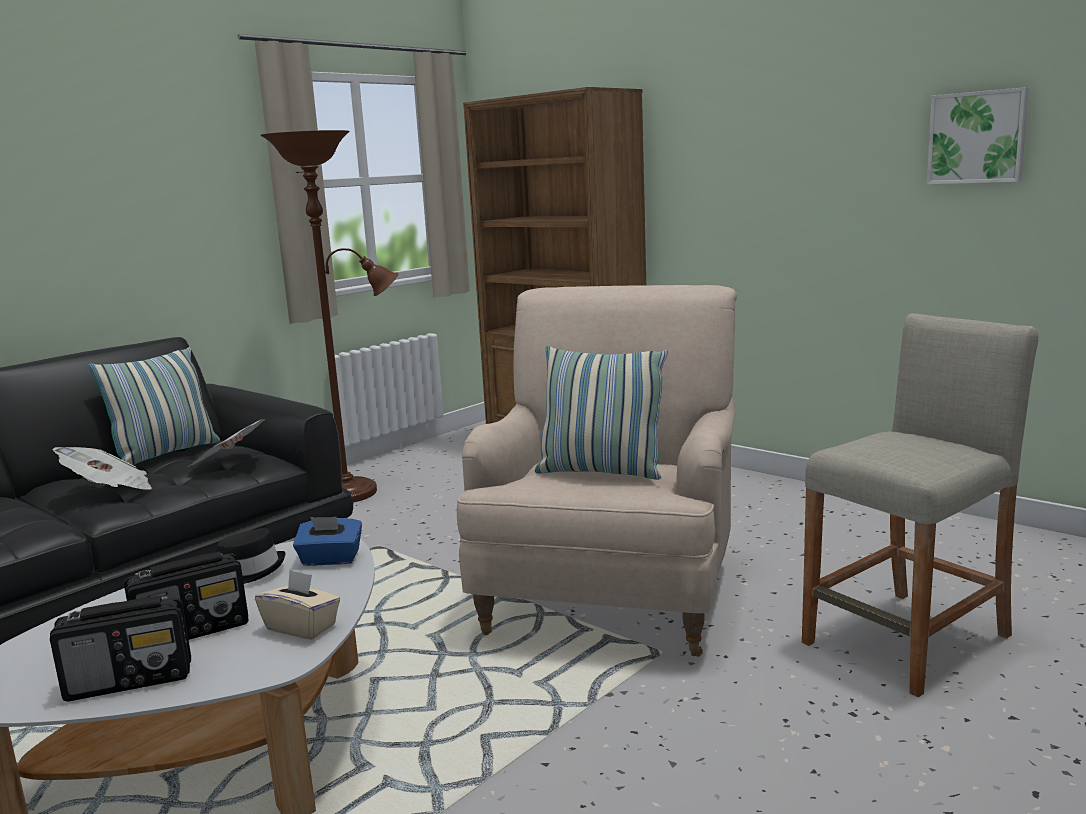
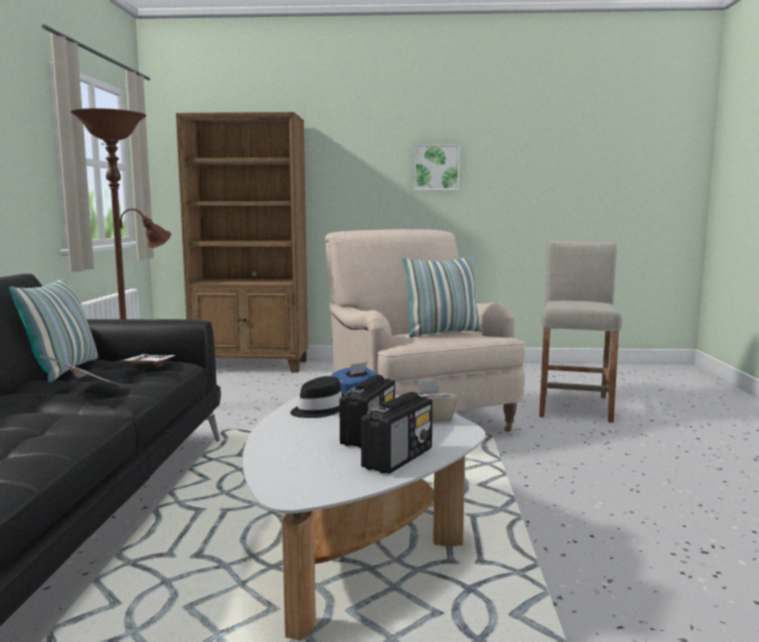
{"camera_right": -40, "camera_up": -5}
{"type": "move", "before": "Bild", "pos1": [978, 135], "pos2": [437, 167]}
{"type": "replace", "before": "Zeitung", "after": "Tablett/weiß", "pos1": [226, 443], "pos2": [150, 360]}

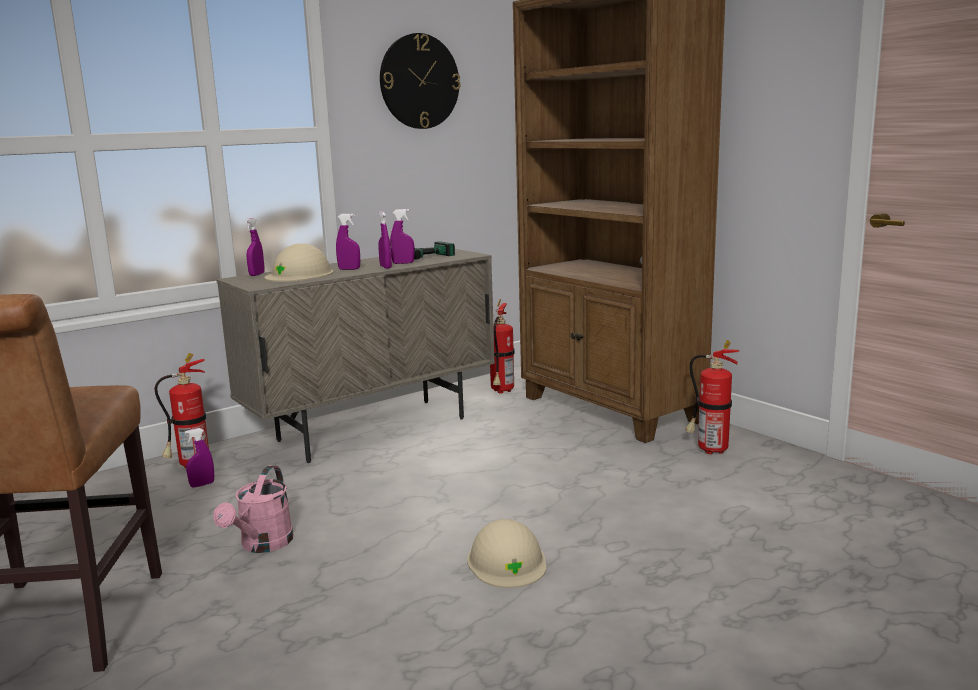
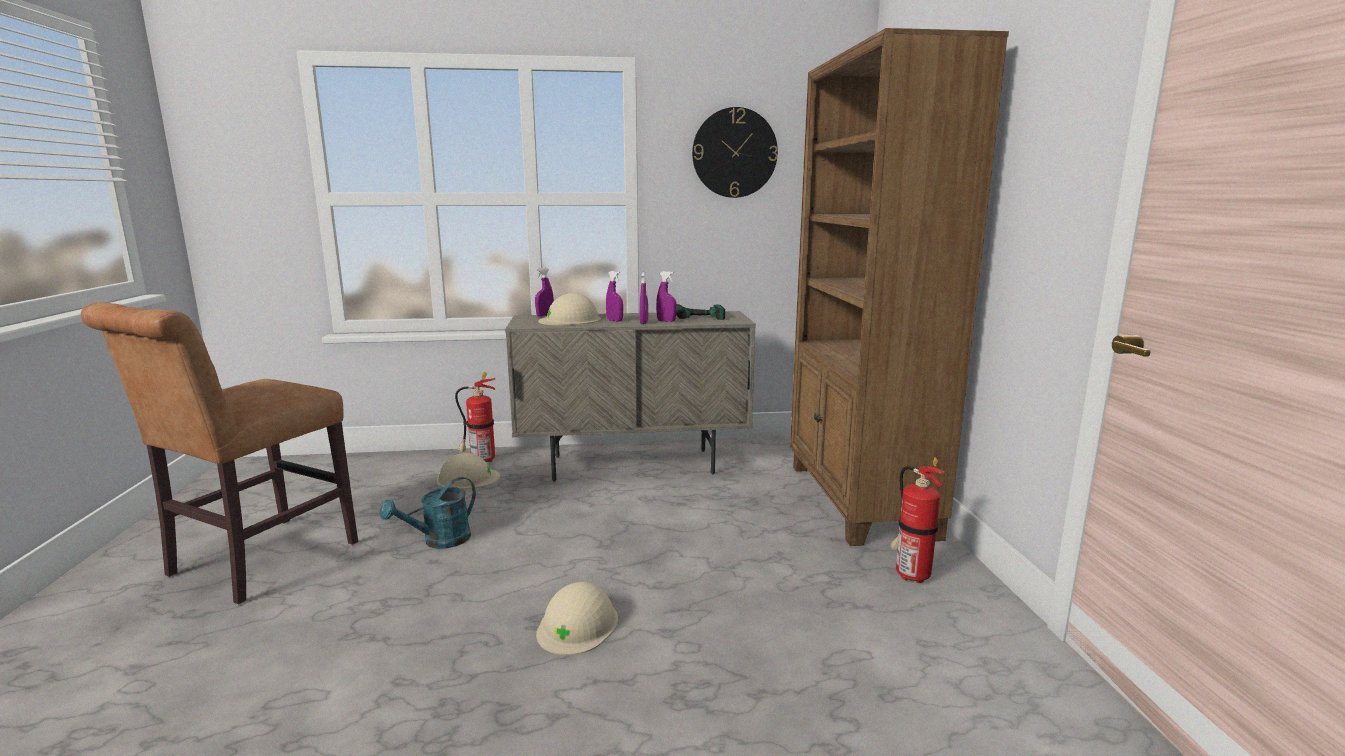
{"camera_right": 30, "camera_up": 0}
{"type": "delete", "before": "Feuerlöscher", "pos1": [502, 346]}
{"type": "replace", "before": "Sprühflasche/lila", "after": "Schutzhelm/beige", "pos1": [199, 458], "pos2": [468, 471]}
{"type": "recolor", "before": "Gießkanne/rosa", "after": "Gießkanne/türkis", "pos1": [253, 509], "pos2": [428, 513]}

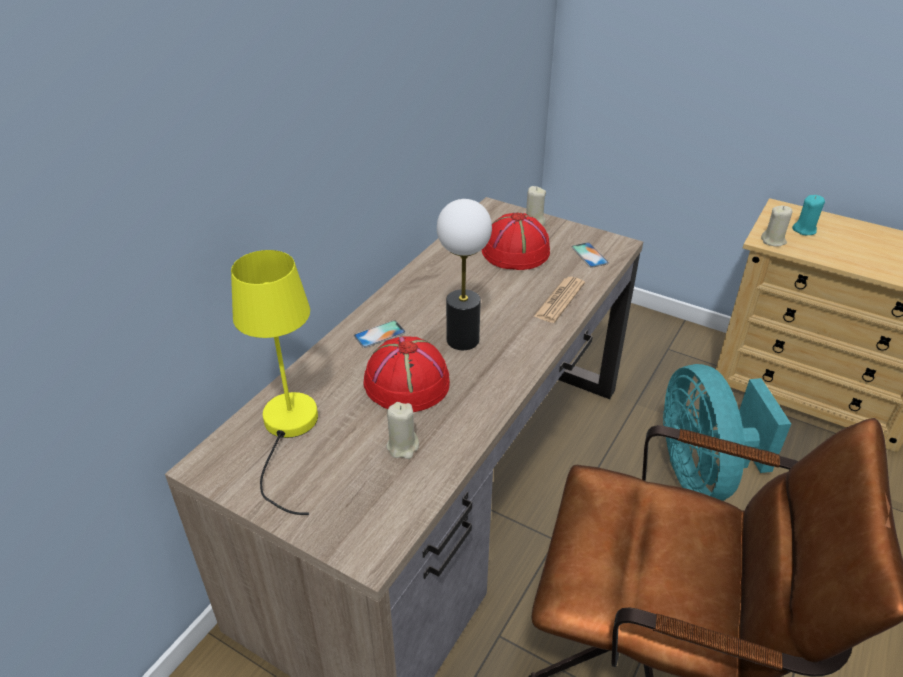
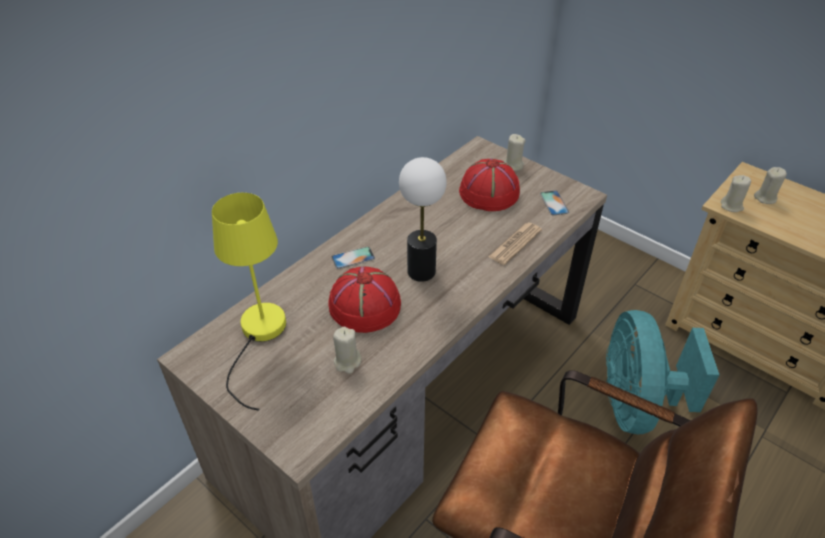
{"camera_right": 10, "camera_up": 5}
{"type": "recolor", "before": "Kerze/türkis", "after": "Kerze/beige", "pos1": [808, 215], "pos2": [770, 185]}

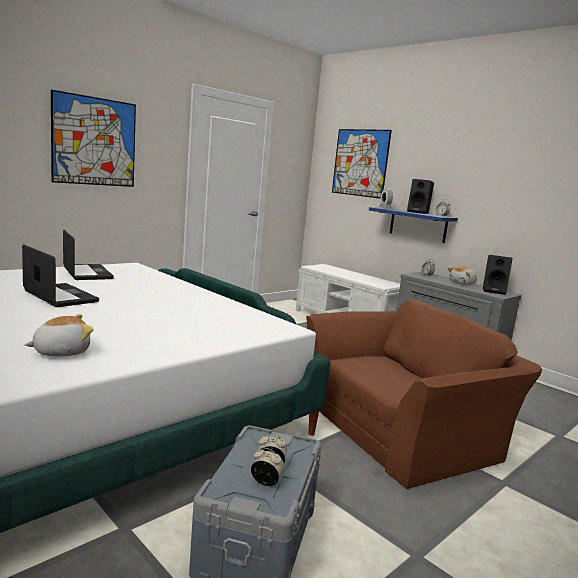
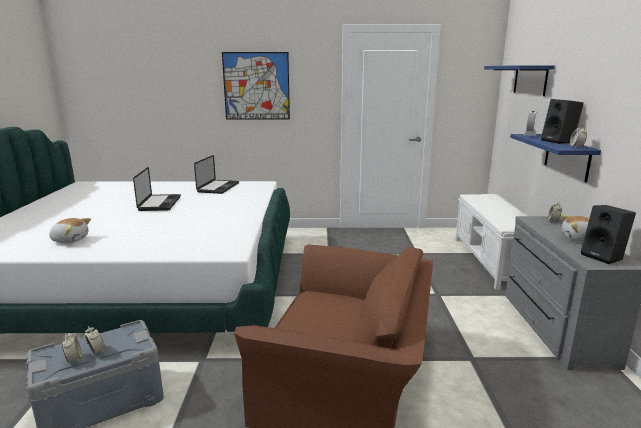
{"camera_right": 45, "camera_up": 5}
{"type": "replace", "before": "Bild", "after": "Wandregal/blau", "pos1": [362, 164], "pos2": [519, 80]}

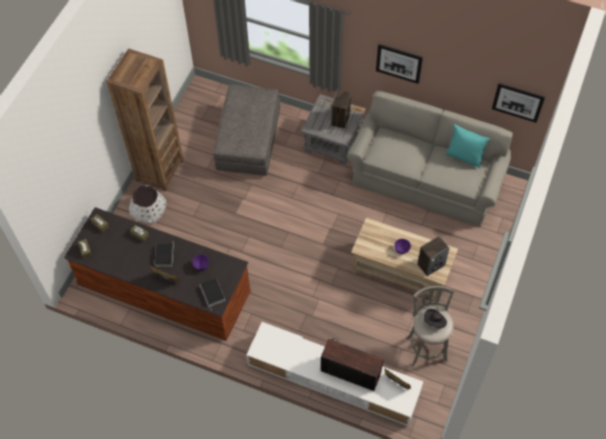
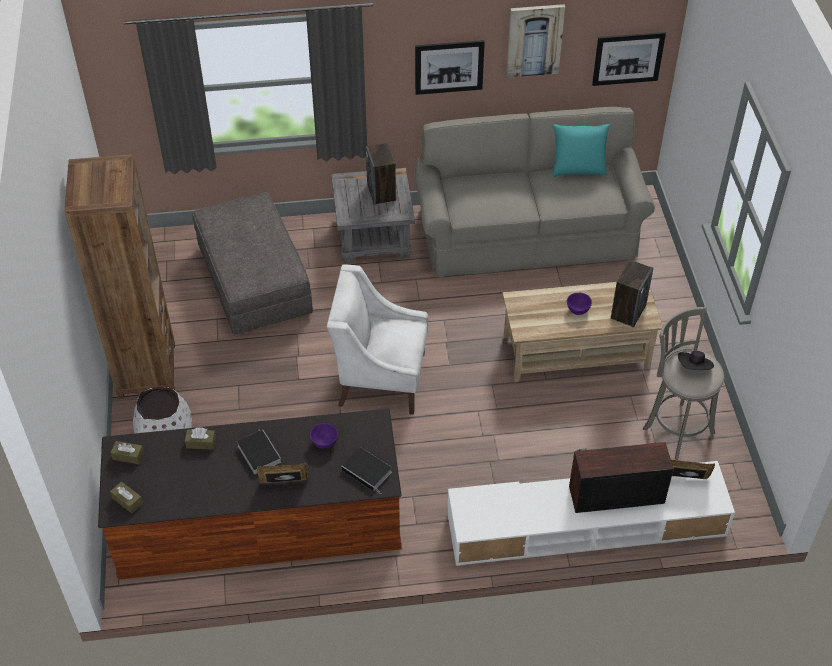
{"camera_right": -30, "camera_up": -10}
{"type": "insert", "after": "Sessel/weiß", "pos2": [377, 339]}
{"type": "insert", "after": "Bild", "pos2": [535, 41]}

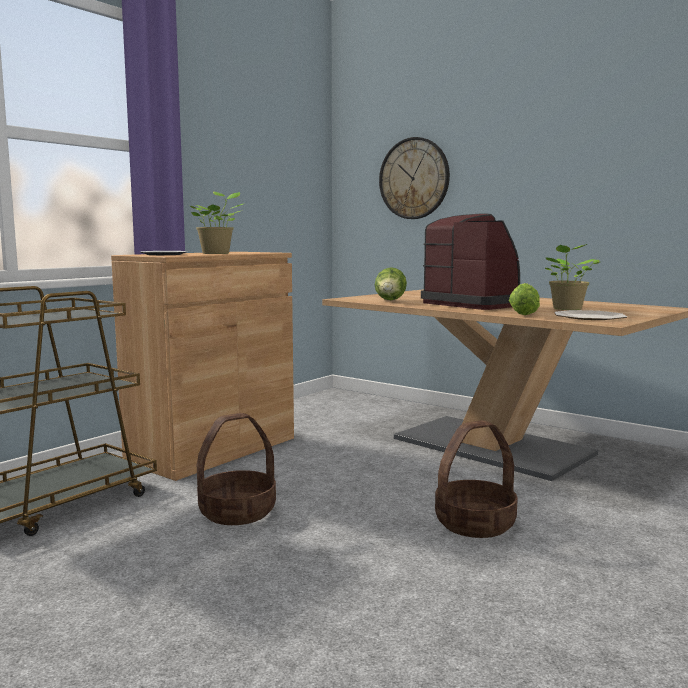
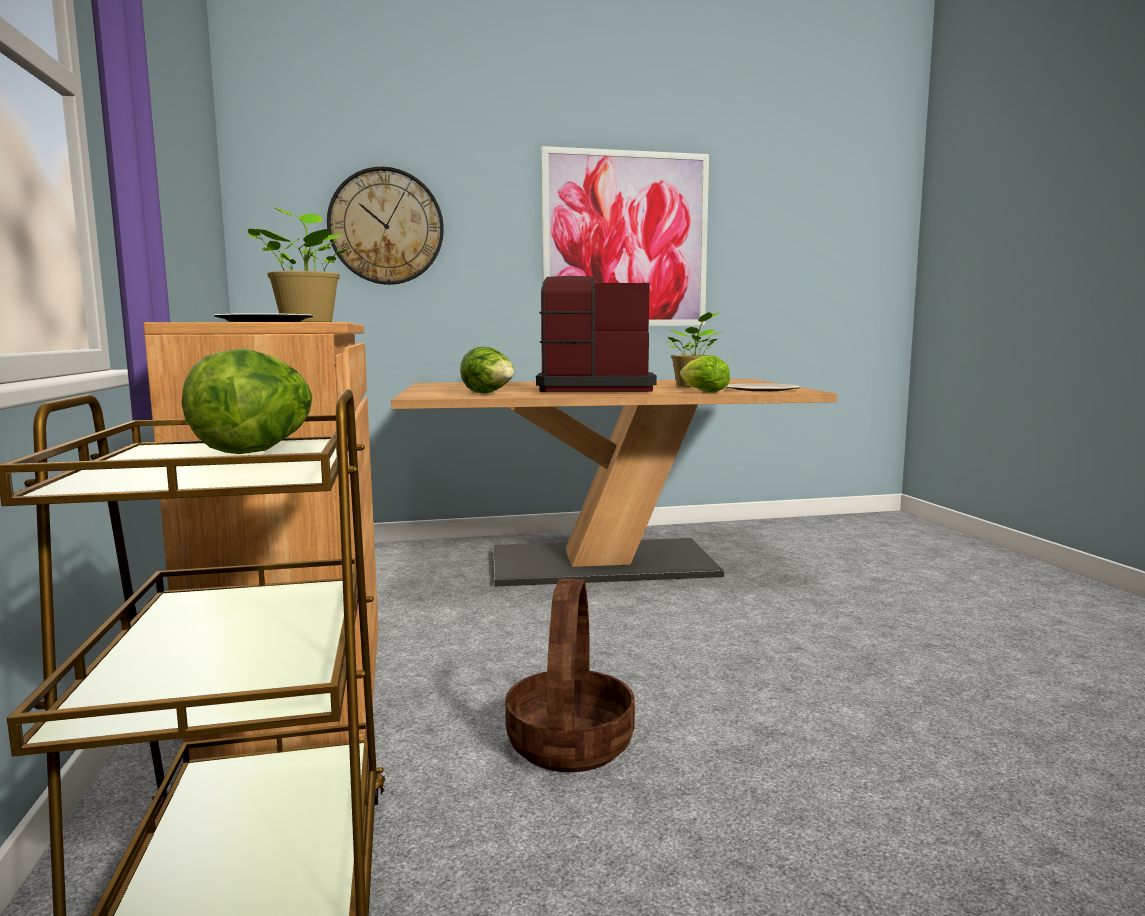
{"camera_right": -50, "camera_up": 0}
{"type": "delete", "before": "Korb", "pos1": [476, 479]}
{"type": "insert", "after": "Salatkopf", "pos2": [246, 401]}
{"type": "insert", "after": "Bild", "pos2": [625, 236]}

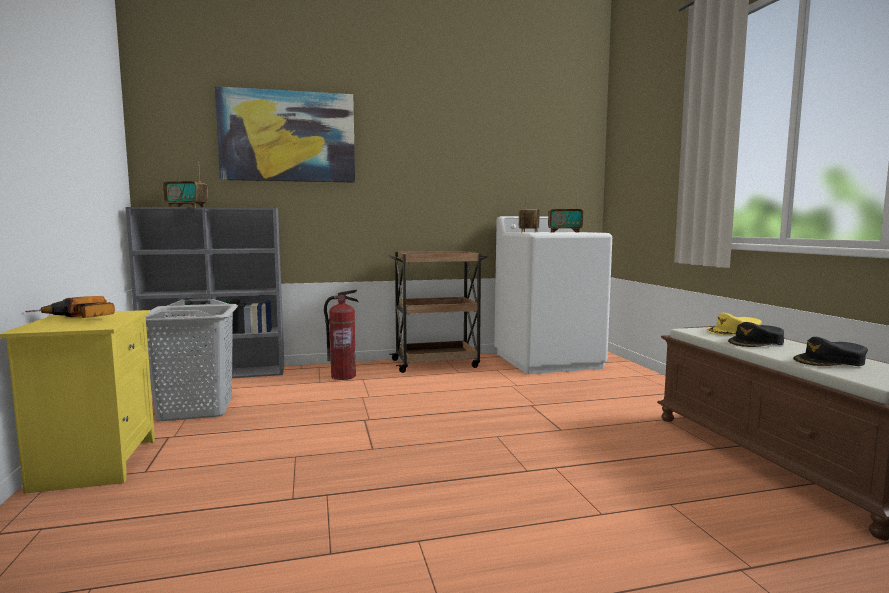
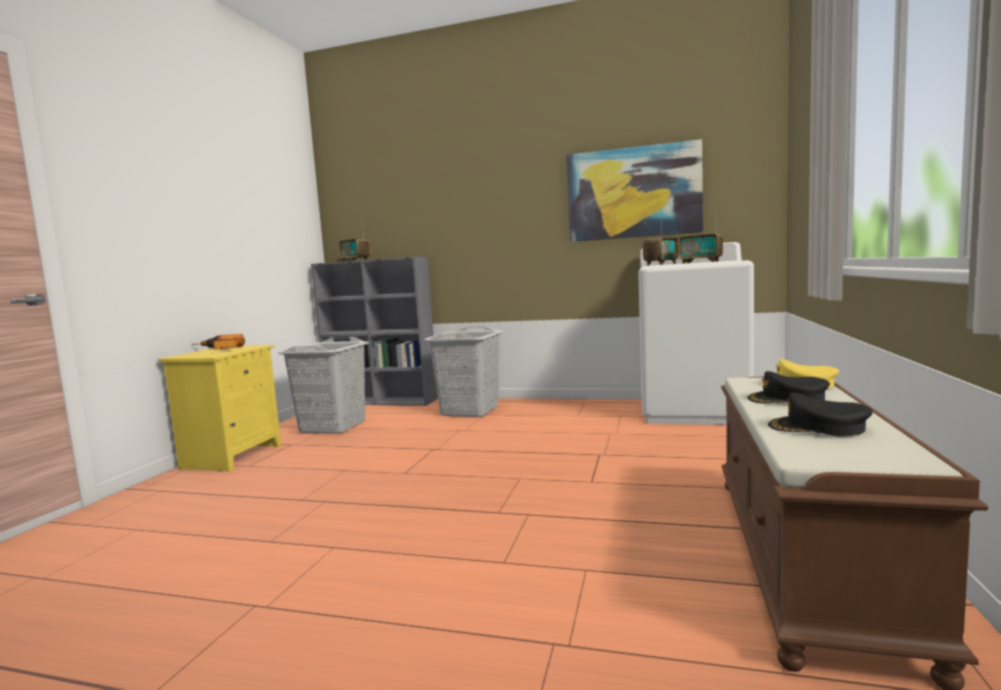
{"camera_right": 30, "camera_up": 0}
{"type": "delete", "before": "Rollwagen/braun", "pos1": [437, 312]}
{"type": "move", "before": "Bild", "pos1": [285, 134], "pos2": [634, 190]}
{"type": "replace", "before": "Feuerlöscher", "after": "Wäschekorb/grau", "pos1": [341, 334], "pos2": [463, 371]}

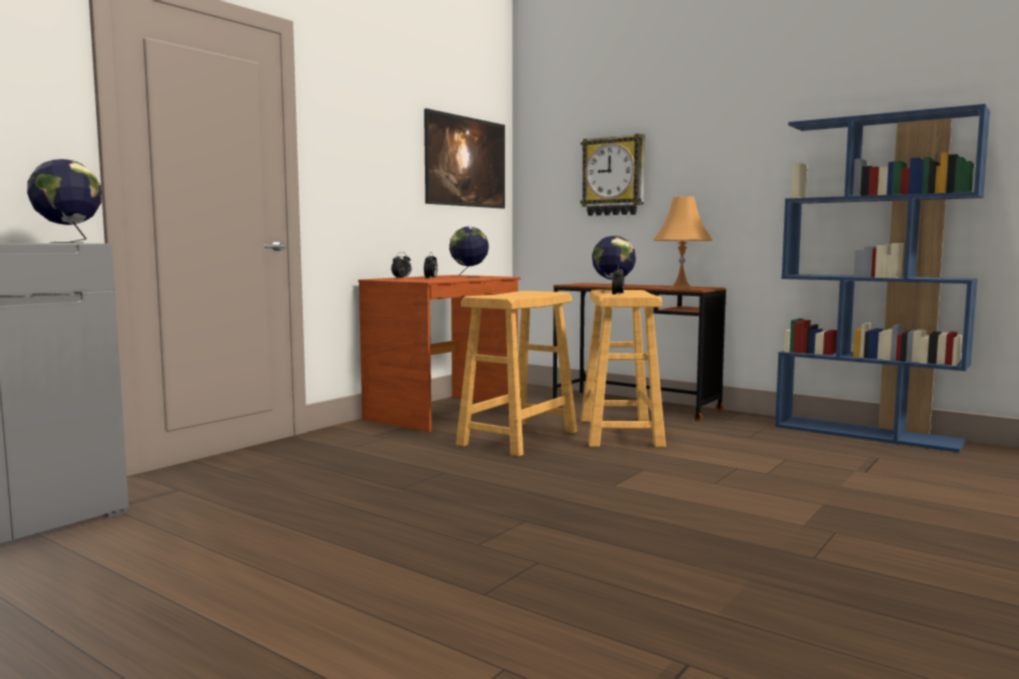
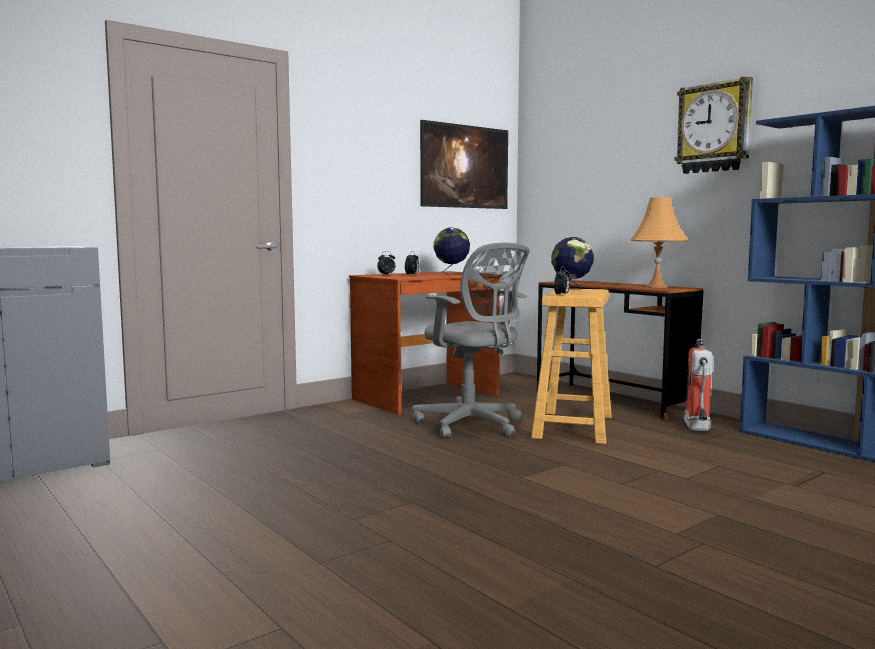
{"camera_right": 15, "camera_up": 0}
{"type": "delete", "before": "Globus", "pos1": [64, 201]}
{"type": "insert", "after": "Feuerlöscher", "pos2": [698, 385]}
{"type": "move", "before": "Wanduhr", "pos1": [612, 175], "pos2": [713, 125]}
{"type": "replace", "before": "Hocker/beige", "after": "Bürostuhl/grau", "pos1": [516, 374], "pos2": [470, 341]}

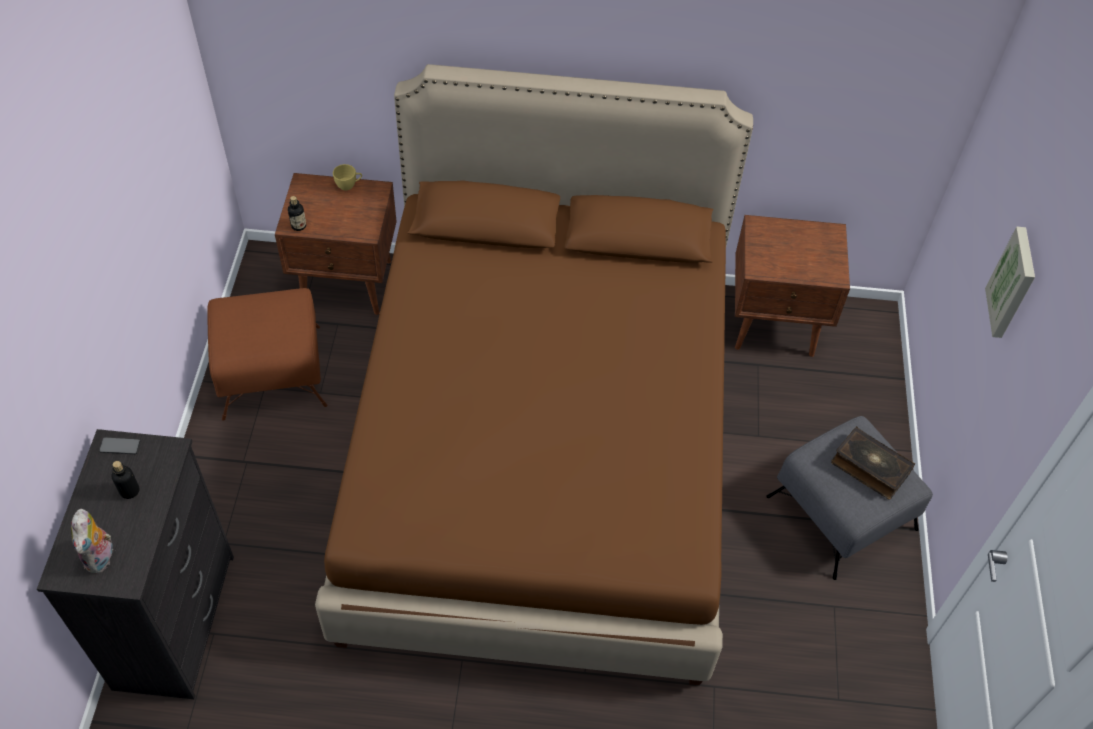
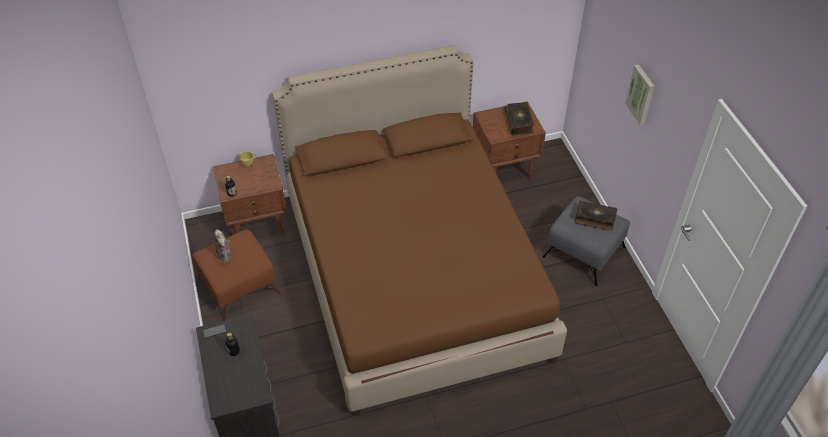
{"camera_right": -20, "camera_up": -5}
{"type": "insert", "after": "Buch", "pos2": [519, 119]}
{"type": "move", "before": "Plüschtier", "pos1": [92, 541], "pos2": [222, 246]}

